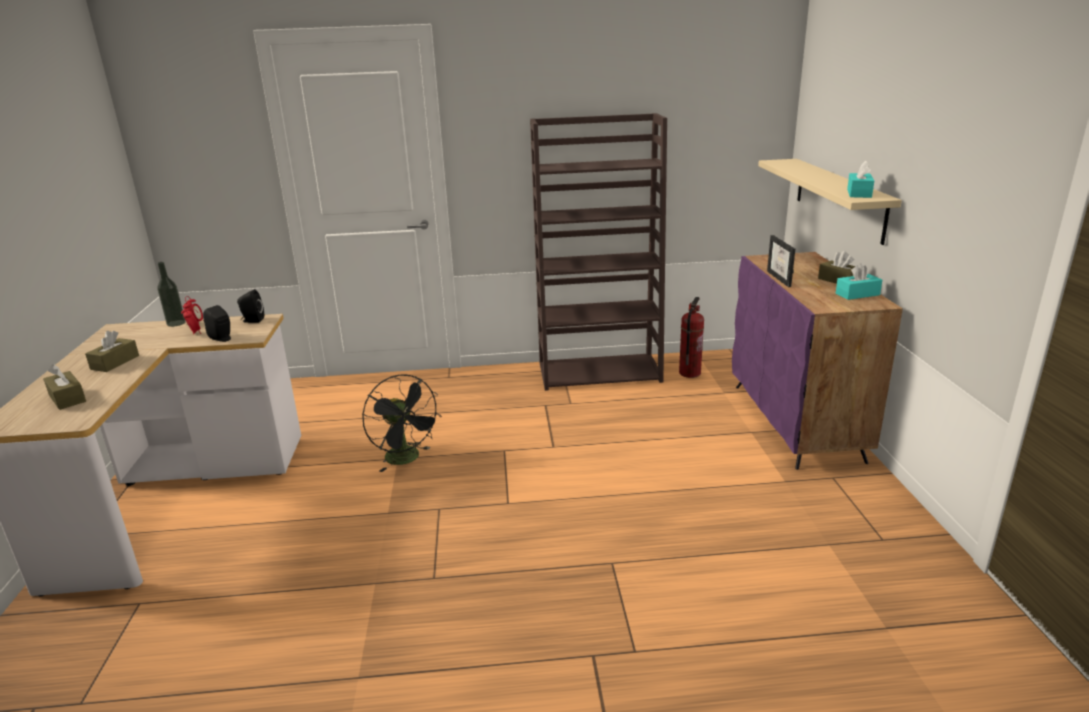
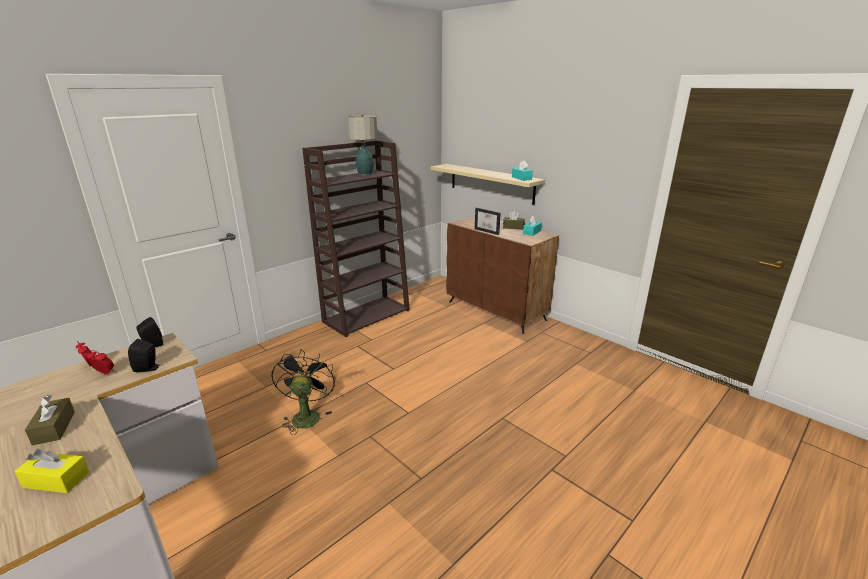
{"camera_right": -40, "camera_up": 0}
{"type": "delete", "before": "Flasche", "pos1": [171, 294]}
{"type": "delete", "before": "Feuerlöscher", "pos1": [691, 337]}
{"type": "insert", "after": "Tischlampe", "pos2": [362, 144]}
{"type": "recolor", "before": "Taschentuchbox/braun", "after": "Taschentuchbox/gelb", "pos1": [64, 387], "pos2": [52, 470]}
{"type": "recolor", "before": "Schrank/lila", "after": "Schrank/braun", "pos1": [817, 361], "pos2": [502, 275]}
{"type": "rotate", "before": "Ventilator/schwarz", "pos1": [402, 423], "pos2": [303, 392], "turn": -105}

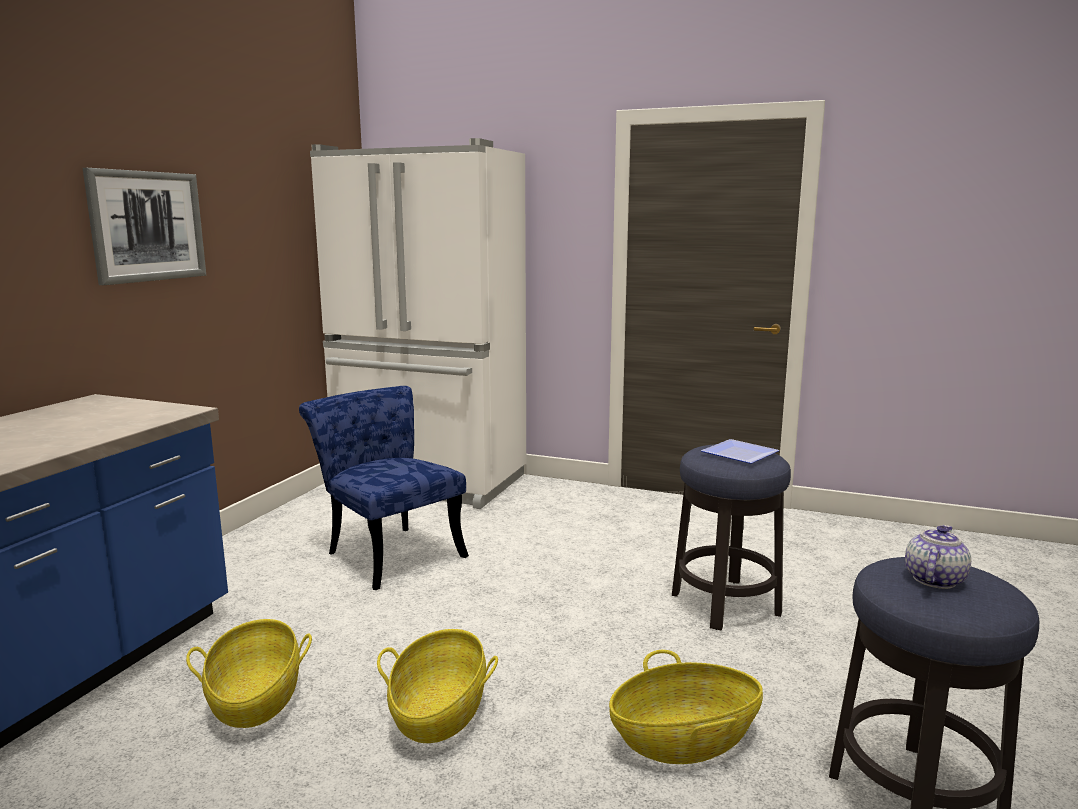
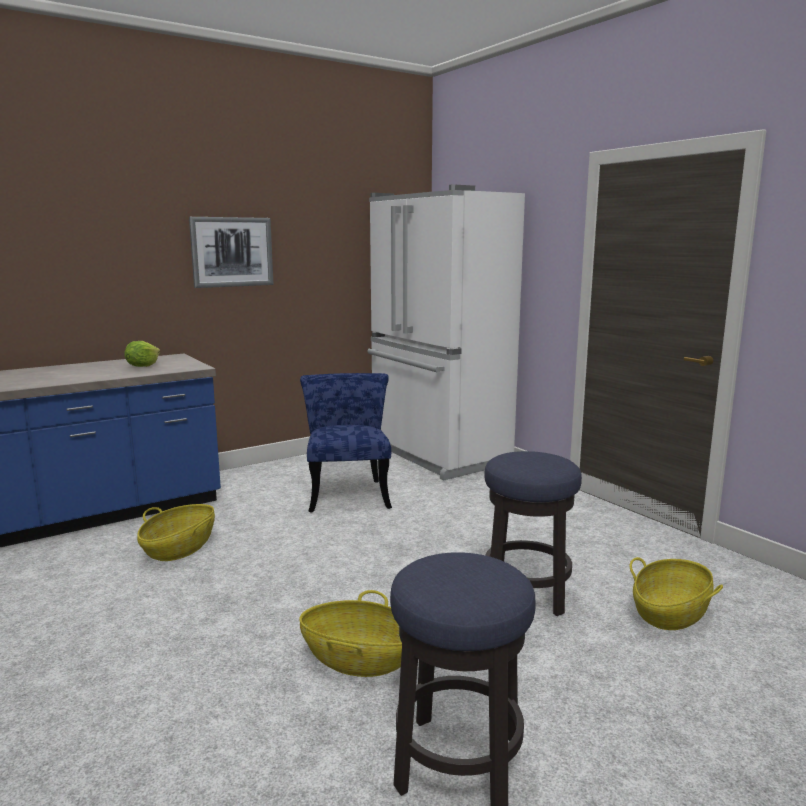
{"camera_right": 35, "camera_up": 0}
{"type": "delete", "before": "Teller", "pos1": [740, 451]}
{"type": "delete", "before": "Teekanne", "pos1": [938, 557]}
{"type": "insert", "after": "Salatkopf", "pos2": [142, 354]}
{"type": "move", "before": "Korb", "pos1": [437, 686], "pos2": [676, 593]}

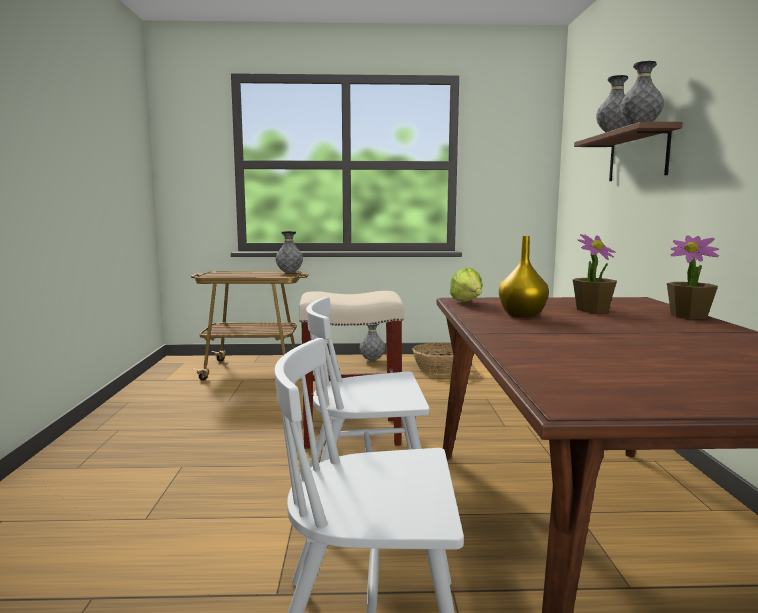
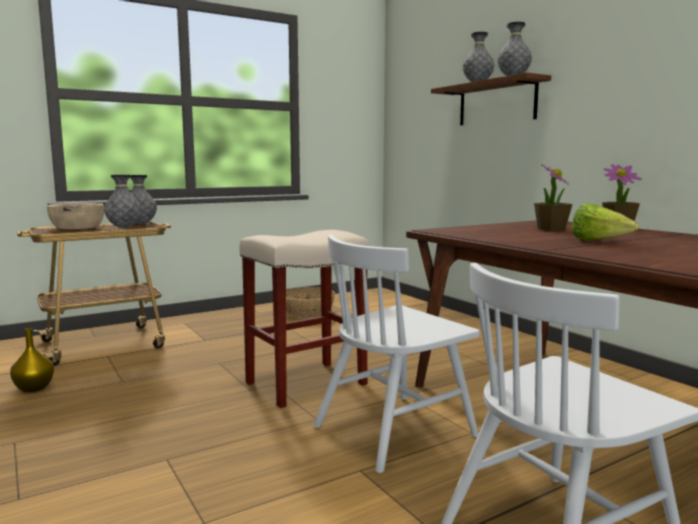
{"camera_right": -30, "camera_up": 0}
{"type": "insert", "after": "Schüssel/beige", "pos2": [75, 216]}
{"type": "move", "before": "Vase/grau", "pos1": [372, 342], "pos2": [122, 201]}
{"type": "move", "before": "Salatkopf", "pos1": [466, 284], "pos2": [605, 222]}
{"type": "move", "before": "Vase/gelb", "pos1": [524, 277], "pos2": [32, 360]}

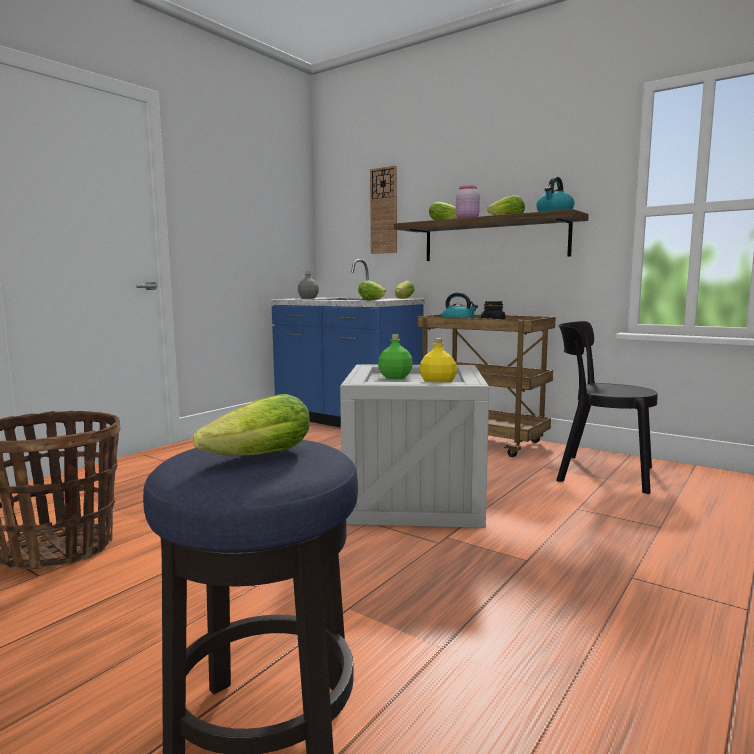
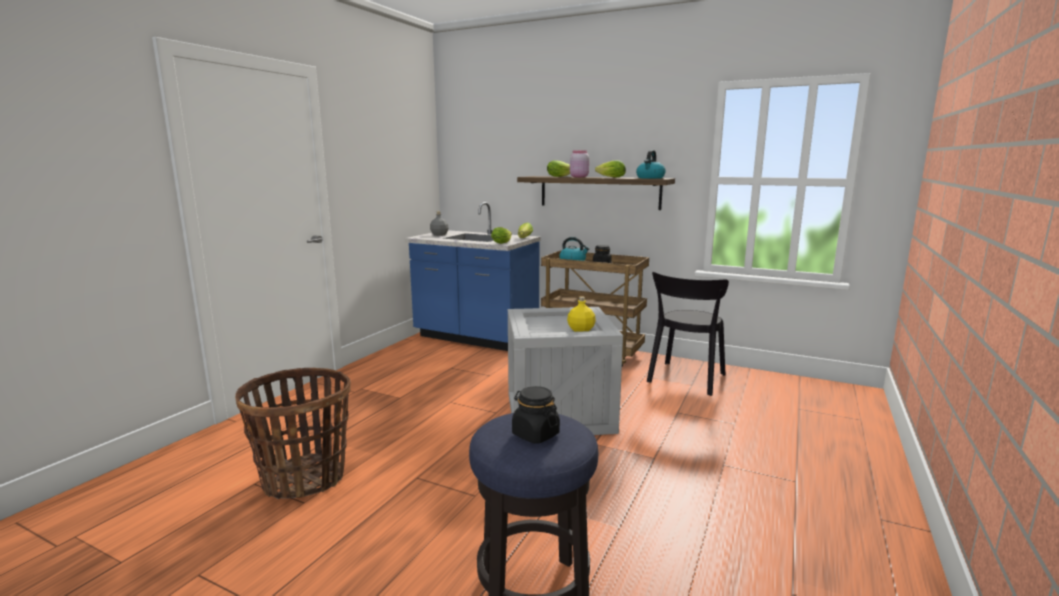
{"camera_right": -10, "camera_up": 5}
{"type": "delete", "before": "Wanduhr", "pos1": [383, 210]}
{"type": "delete", "before": "Flasche/grün", "pos1": [395, 357]}
{"type": "replace", "before": "Salatkopf", "after": "Vorratsglas/schwarz", "pos1": [251, 425], "pos2": [536, 414]}
{"type": "rotate", "before": "Stuhl/schwarz", "pos1": [607, 407], "pos2": [688, 334], "turn": -75}

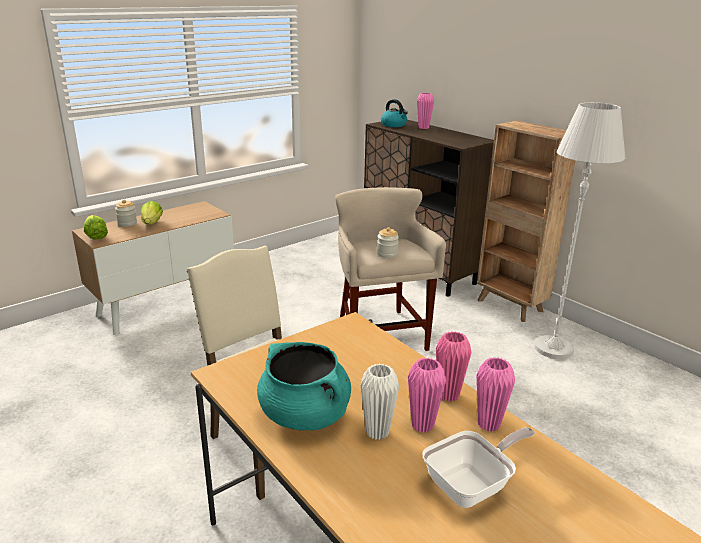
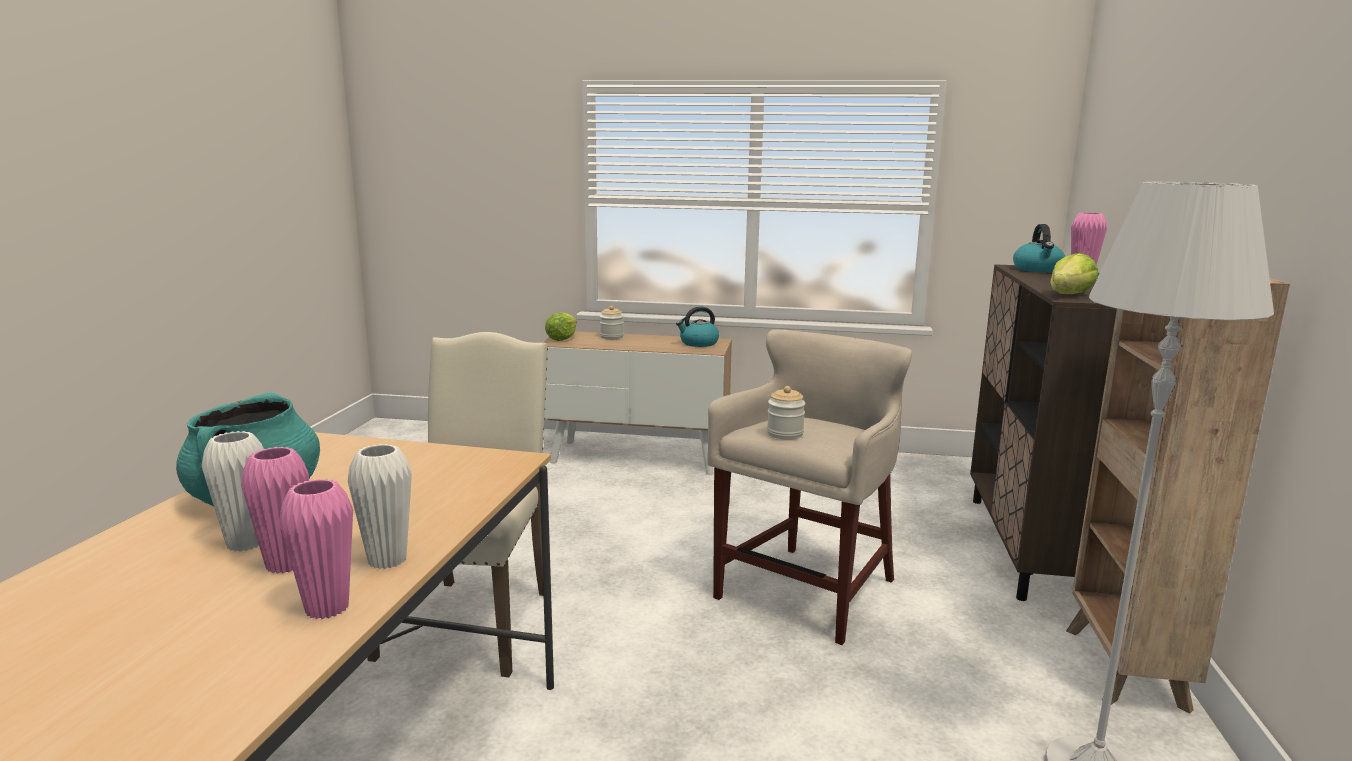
{"camera_right": 50, "camera_up": -10}
{"type": "delete", "before": "Pfanne", "pos1": [478, 467]}
{"type": "insert", "after": "Wasserkessel", "pos2": [697, 327]}
{"type": "move", "before": "Salatkopf", "pos1": [152, 213], "pos2": [1074, 273]}
{"type": "recolor", "before": "Vase/rosa", "after": "Vase/weiß", "pos1": [453, 366], "pos2": [380, 506]}

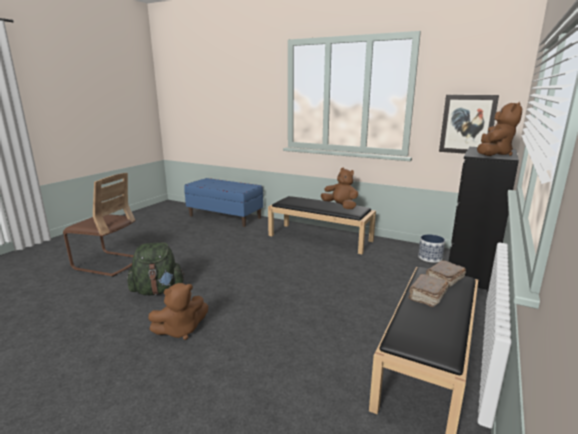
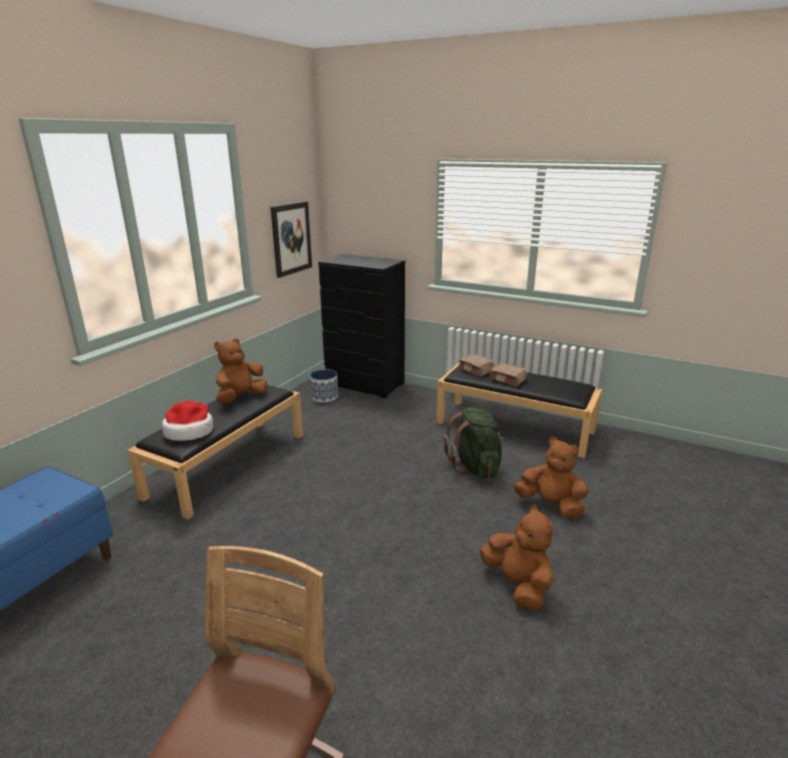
{"camera_right": -90, "camera_up": 5}
{"type": "insert", "after": "Hut", "pos2": [187, 421]}
{"type": "move", "before": "Rucksack/grün", "pos1": [156, 268], "pos2": [474, 442]}
{"type": "move", "before": "Plüschtier/braun", "pos1": [499, 129], "pos2": [551, 478]}

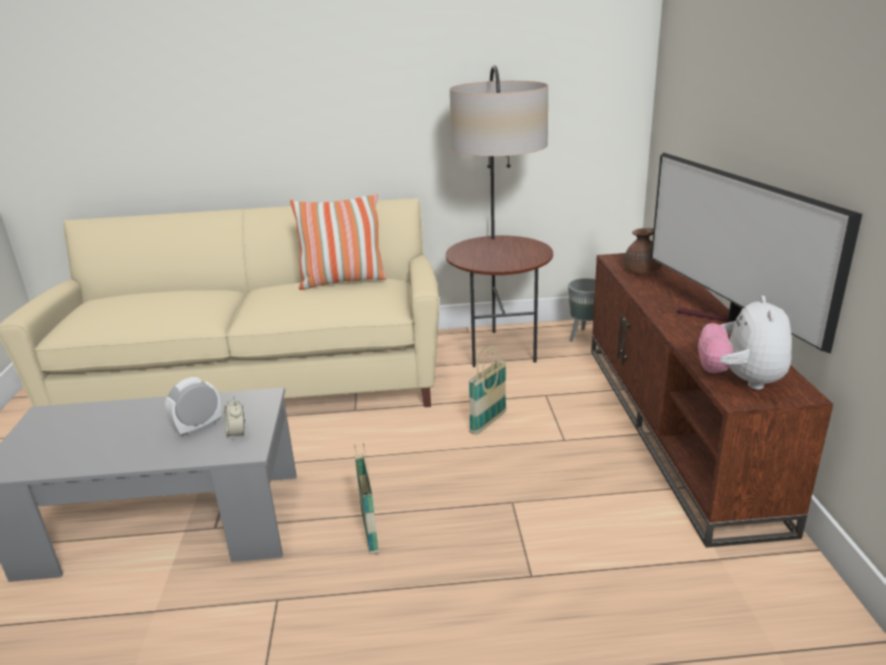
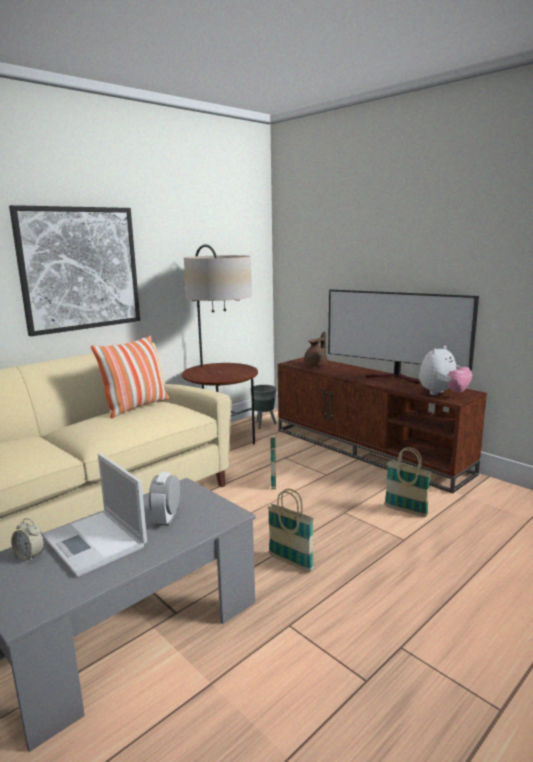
{"camera_right": -40, "camera_up": -10}
{"type": "insert", "after": "Bild", "pos2": [74, 270]}
{"type": "insert", "after": "Laptop", "pos2": [94, 515]}
{"type": "insert", "after": "Korb", "pos2": [408, 482]}
{"type": "move", "before": "Wecker", "pos1": [235, 418], "pos2": [27, 540]}
{"type": "rotate", "before": "Plüschtier", "pos1": [745, 343], "pos2": [445, 370], "turn": -105}

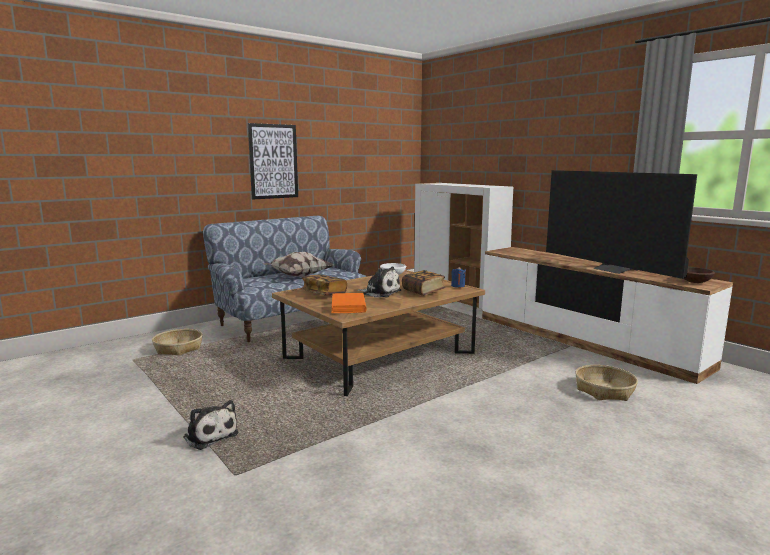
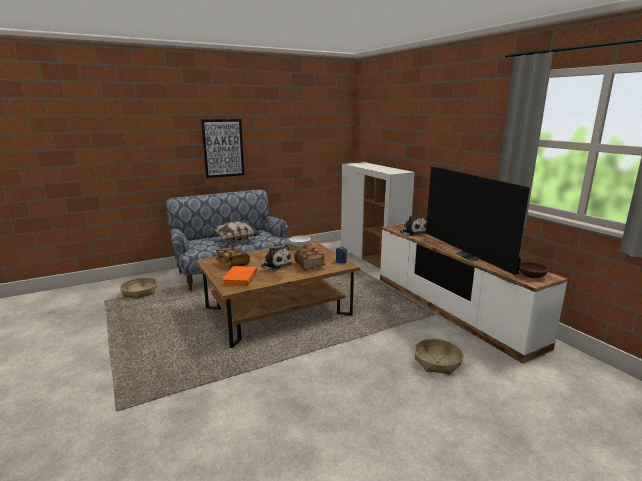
{"camera_right": 10, "camera_up": 5}
{"type": "move", "before": "Plüschtier", "pos1": [210, 425], "pos2": [412, 225]}

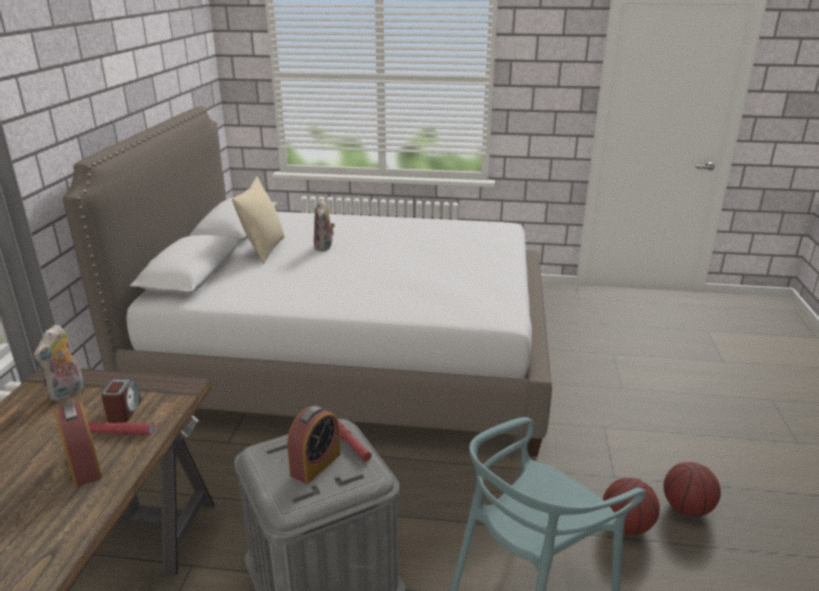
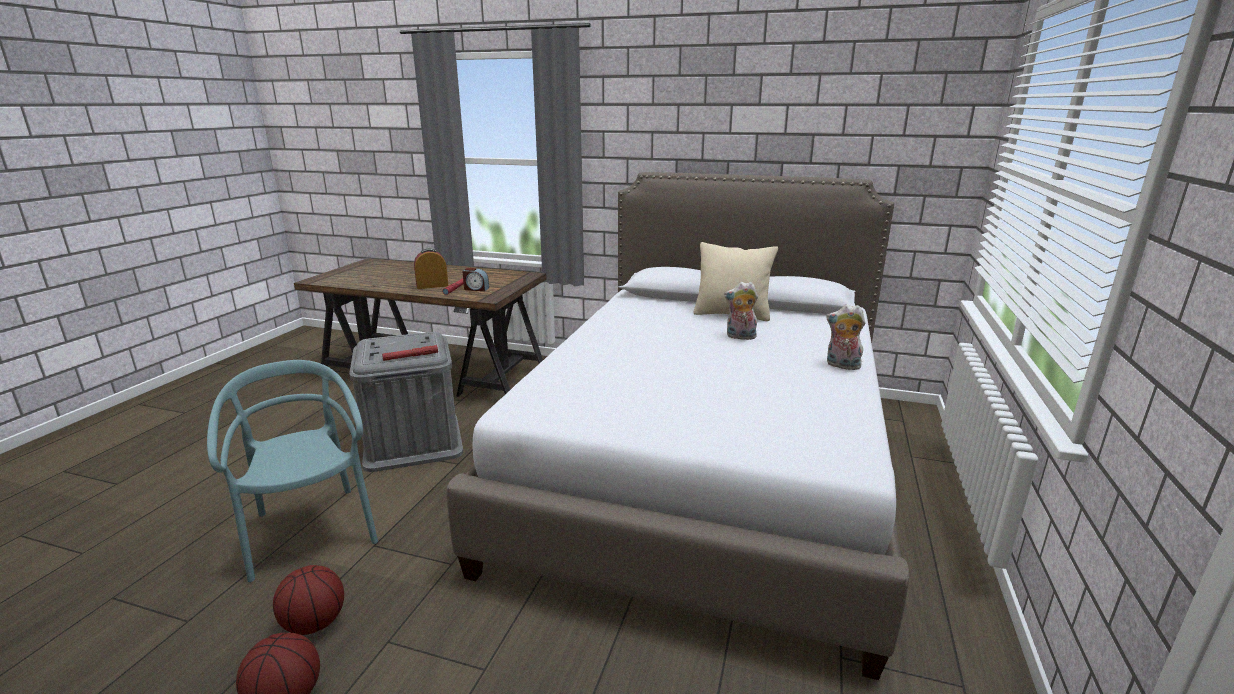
{"camera_right": 100, "camera_up": -5}
{"type": "delete", "before": "Wecker", "pos1": [313, 445]}
{"type": "move", "before": "Plüschtier", "pos1": [59, 363], "pos2": [846, 337]}

